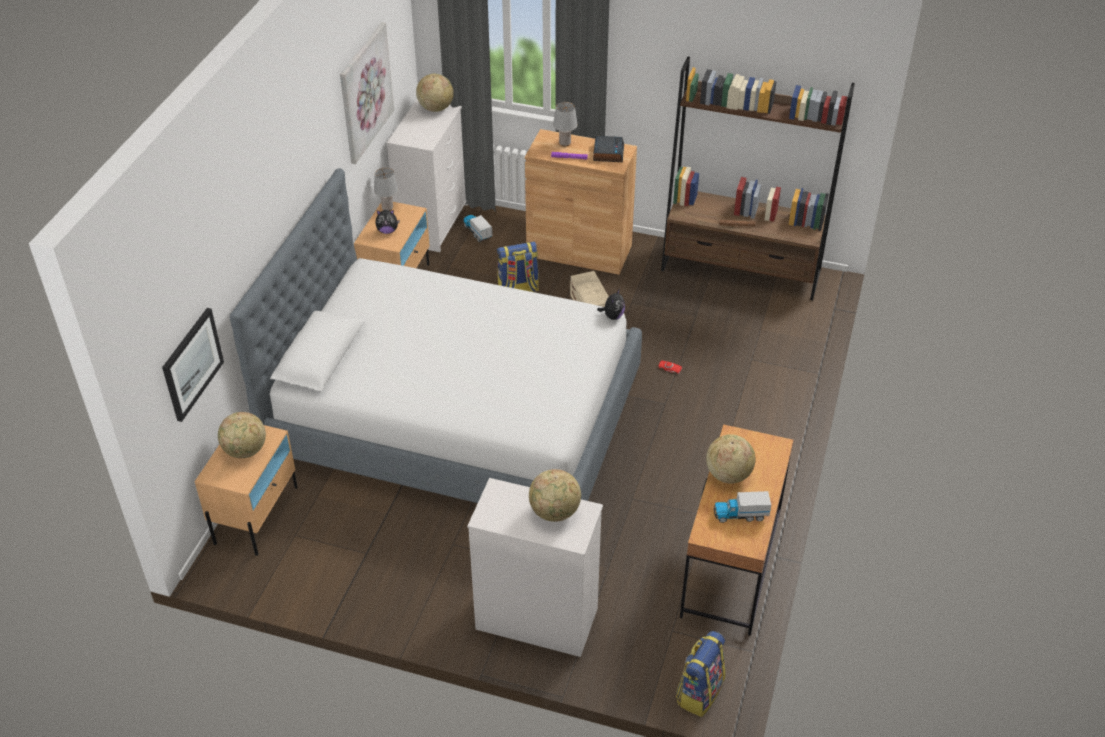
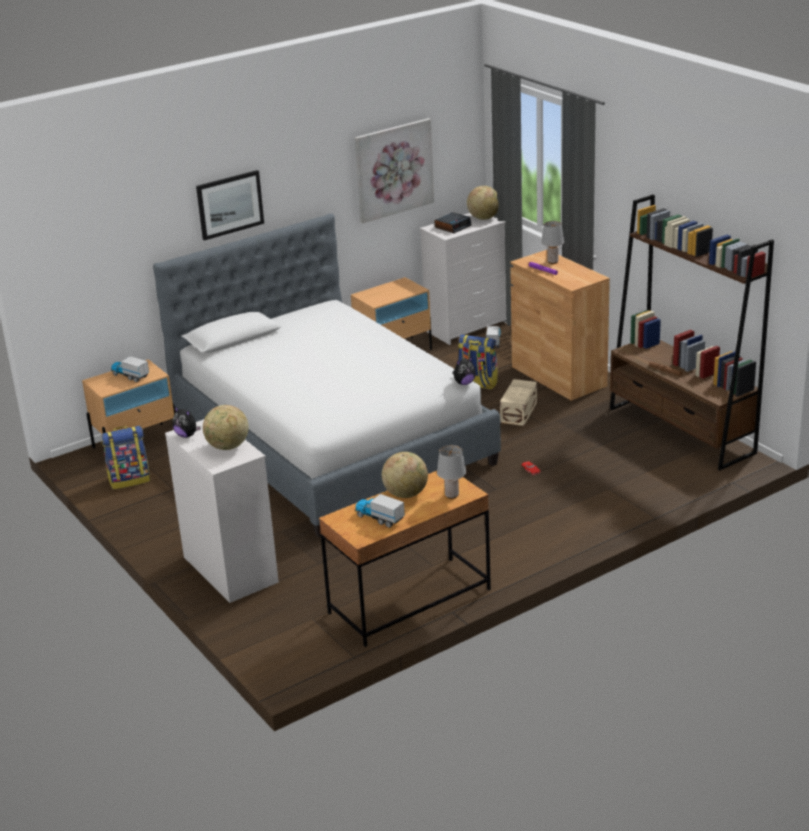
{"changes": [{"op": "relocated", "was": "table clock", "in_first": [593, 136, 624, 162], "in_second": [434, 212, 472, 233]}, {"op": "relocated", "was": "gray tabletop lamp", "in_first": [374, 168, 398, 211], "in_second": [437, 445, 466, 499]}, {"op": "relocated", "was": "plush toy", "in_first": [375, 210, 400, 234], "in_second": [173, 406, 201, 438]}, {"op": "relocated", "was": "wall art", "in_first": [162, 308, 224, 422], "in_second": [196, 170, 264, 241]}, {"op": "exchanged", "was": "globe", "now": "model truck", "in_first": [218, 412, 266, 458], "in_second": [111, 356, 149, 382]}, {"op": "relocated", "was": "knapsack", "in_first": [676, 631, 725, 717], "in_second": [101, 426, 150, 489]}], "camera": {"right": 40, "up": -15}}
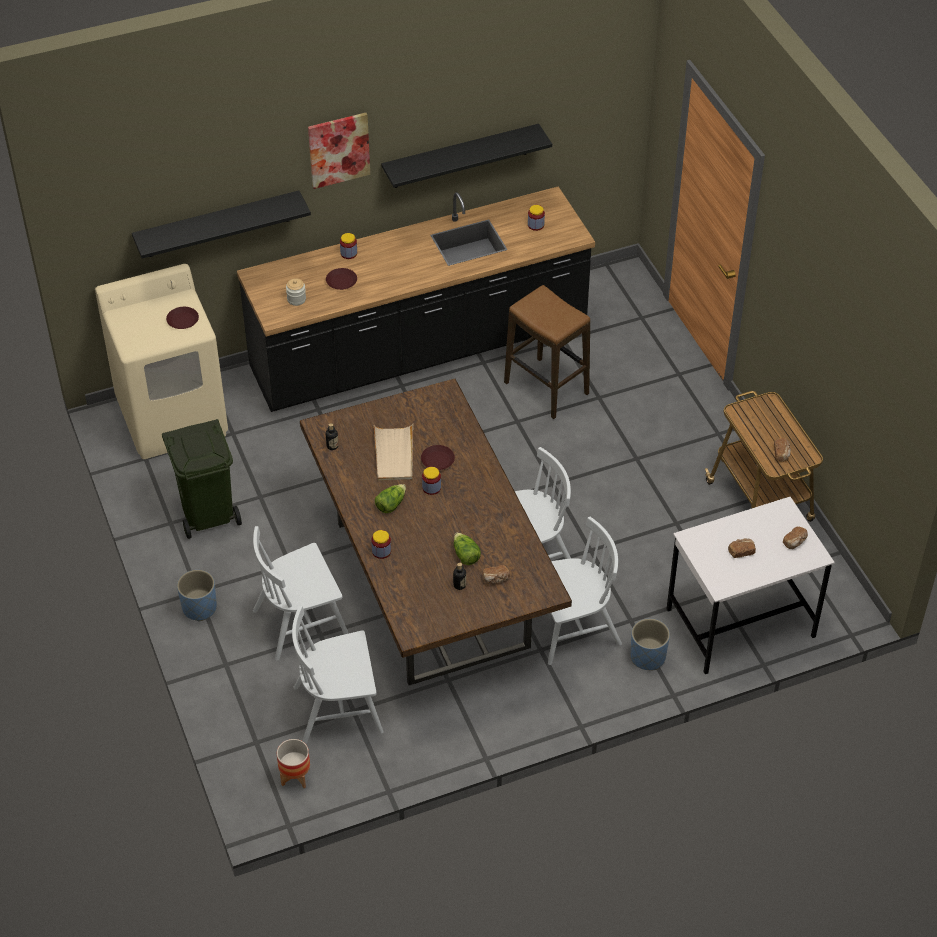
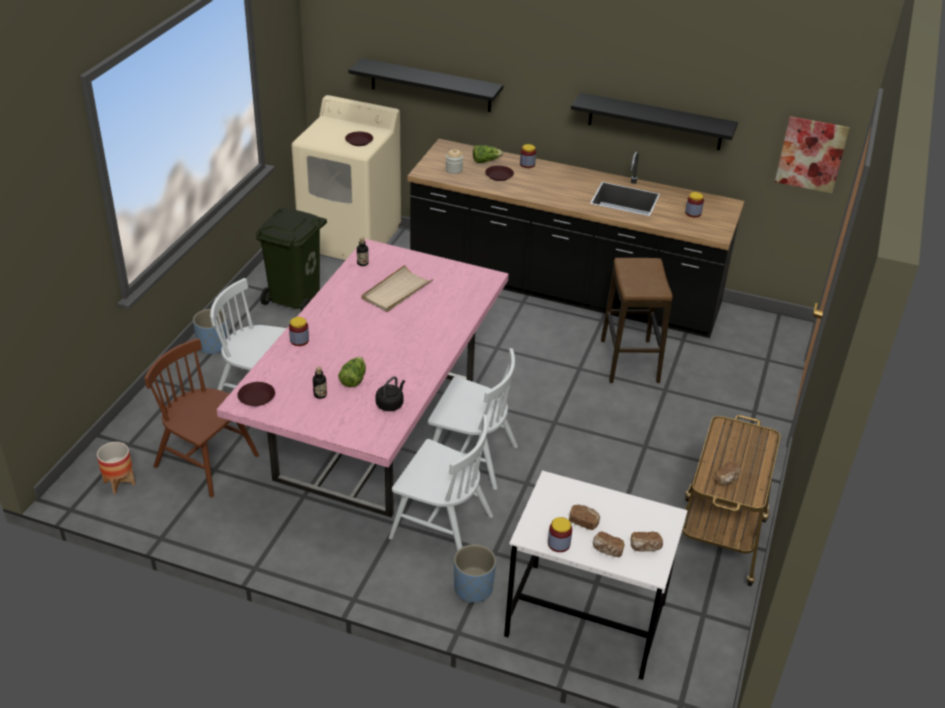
{"changes": [{"op": "relocated", "was": "wall art", "in_first": [308, 113, 370, 189], "in_second": [775, 116, 850, 193]}, {"op": "colour", "was": "brown kitchen table", "now": "pink kitchen table", "in_first": [300, 379, 572, 685], "in_second": [217, 239, 509, 517]}, {"op": "relocated", "was": "brown dinner plate", "in_first": [421, 445, 455, 470], "in_second": [238, 382, 275, 406]}, {"op": "relocated", "was": "storage jar", "in_first": [422, 467, 441, 495], "in_second": [548, 517, 572, 552]}, {"op": "relocated", "was": "head of lettuce", "in_first": [375, 484, 406, 513], "in_second": [473, 145, 503, 163]}, {"op": "relocated", "was": "bakery bread", "in_first": [483, 565, 510, 584], "in_second": [593, 531, 625, 557]}, {"op": "colour", "was": "white-coloured chair", "now": "brown chair", "in_first": [292, 606, 383, 744], "in_second": [144, 338, 259, 498]}, {"op": "appeared", "now": "black kettle", "in_second": [375, 376, 405, 411]}], "camera": {"right": 40, "up": -10}}
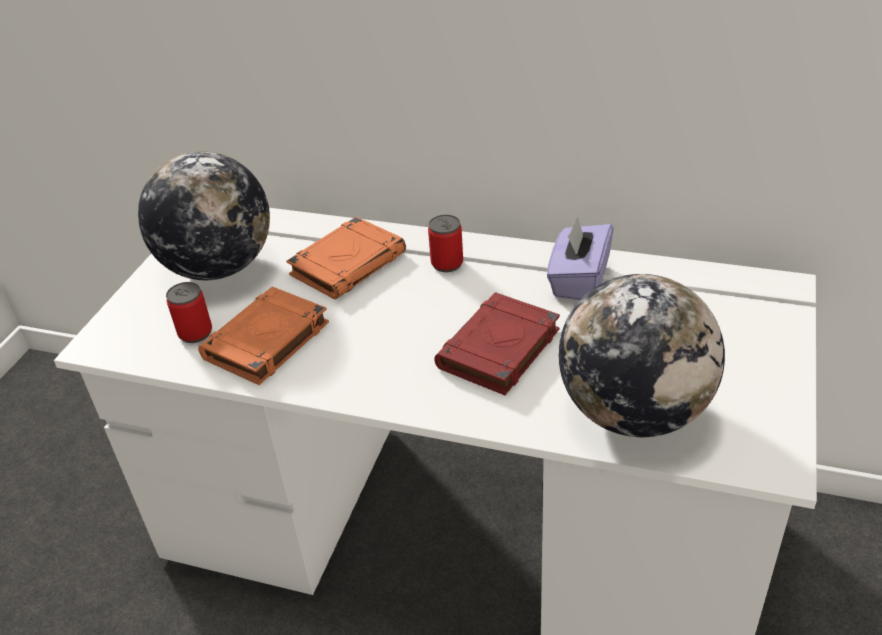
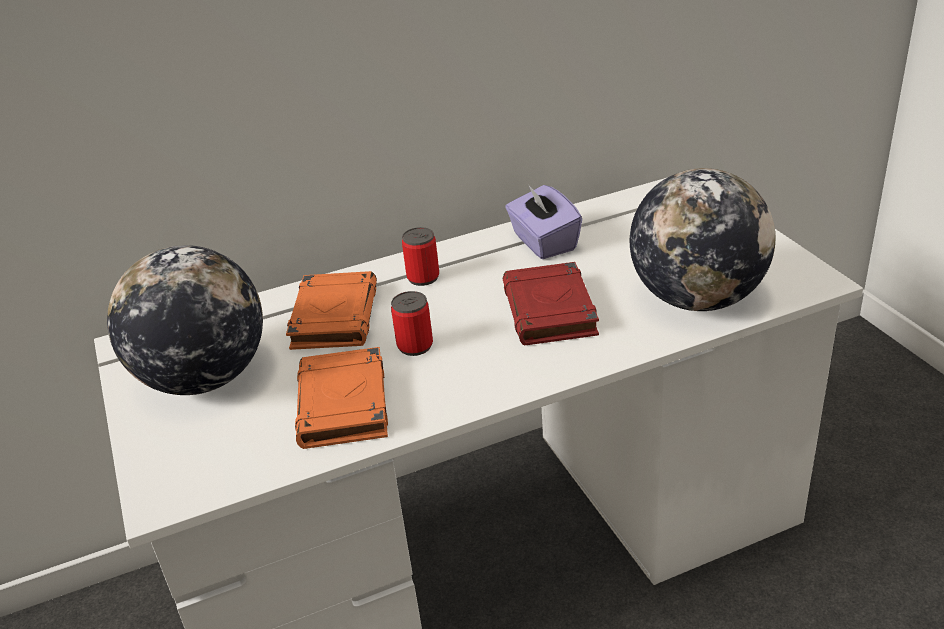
{"changes": [{"op": "relocated", "was": "metal can", "in_first": [166, 282, 212, 343], "in_second": [391, 291, 433, 356]}], "camera": {"right": -40, "up": -5}}
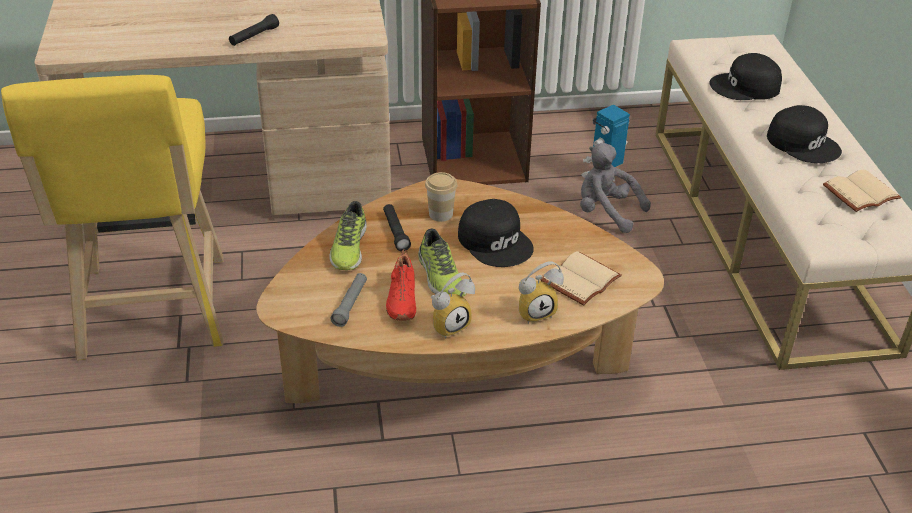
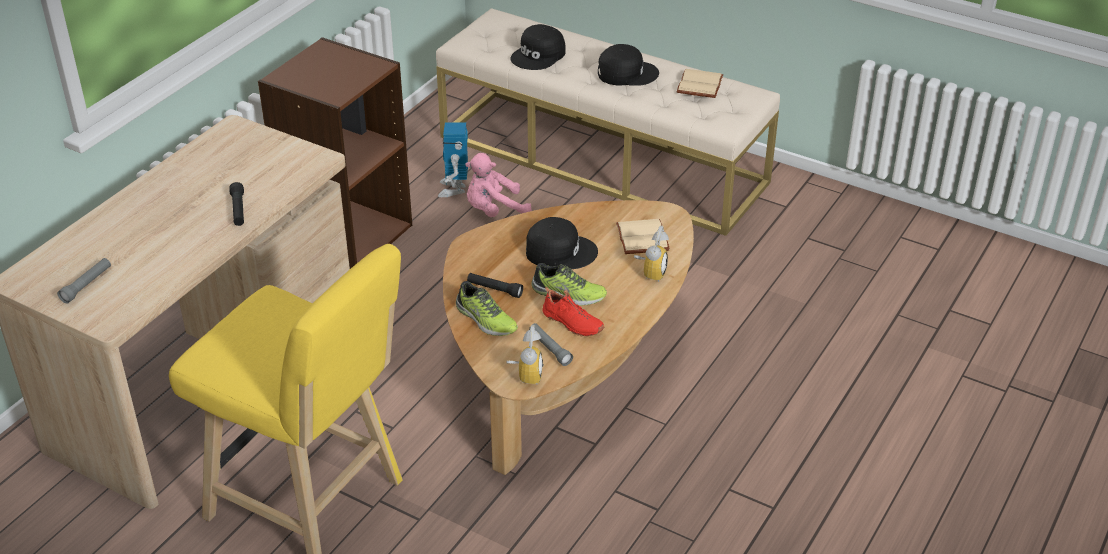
{"changes": [{"op": "colour", "was": "gray plush toy", "now": "pink plush toy", "in_first": [580, 143, 651, 233], "in_second": [465, 153, 532, 217]}, {"op": "missing", "was": "small cup", "in_first": [425, 172, 457, 222]}, {"op": "relocated", "was": "table clock", "in_first": [431, 273, 475, 338], "in_second": [506, 325, 543, 384]}, {"op": "appeared", "now": "gray torch", "in_second": [57, 258, 111, 303]}], "camera": {"right": -50, "up": 0}}
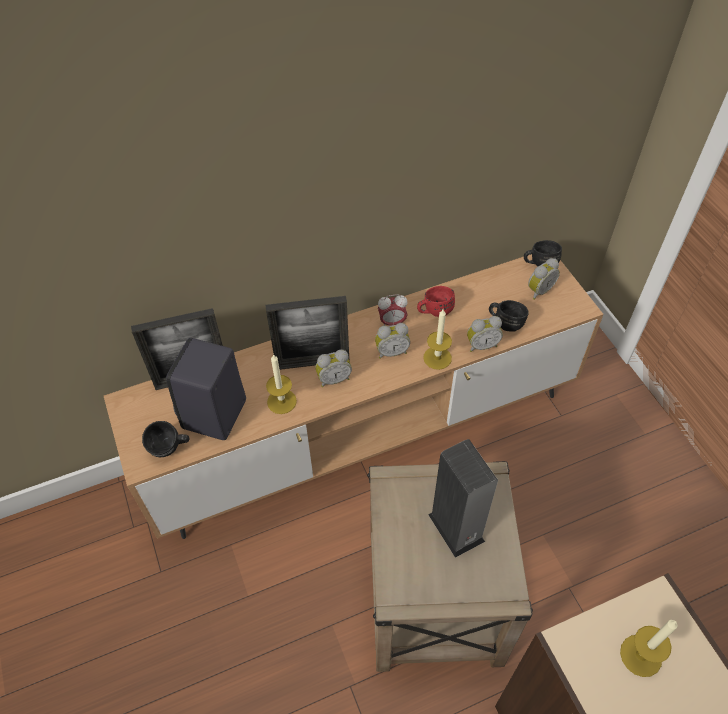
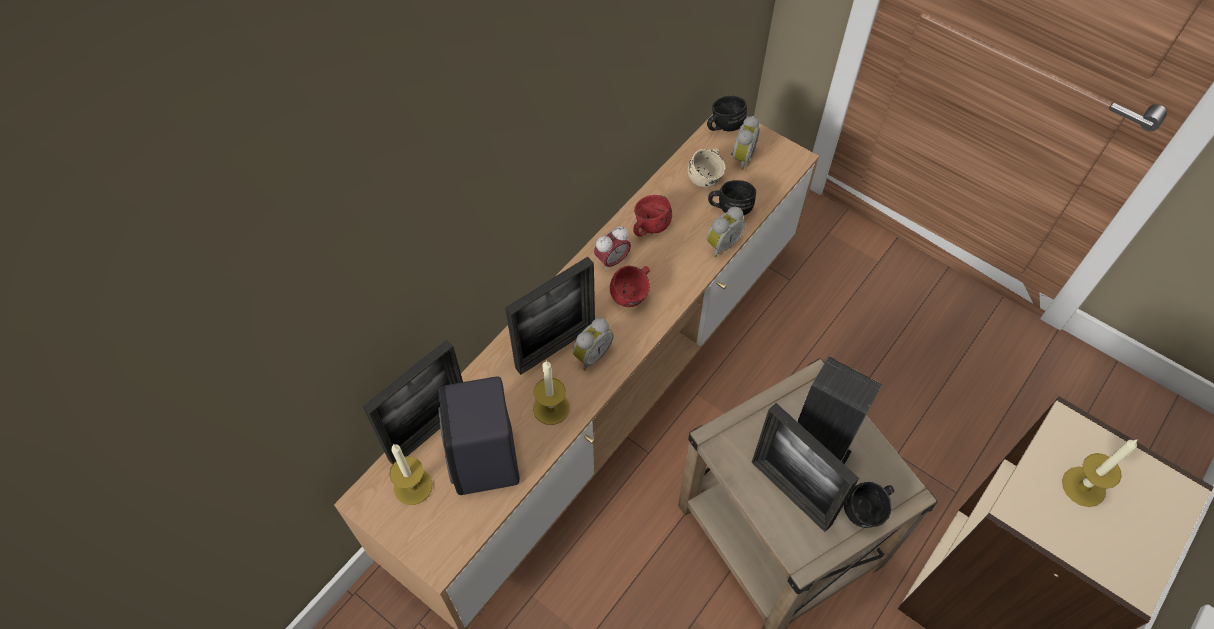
{"changes": [{"op": "relocated", "was": "wax candle", "in_first": [423, 309, 452, 370], "in_second": [389, 444, 433, 505]}, {"op": "exchanged", "was": "table clock", "now": "red-coloured tea mug", "in_first": [375, 323, 410, 359], "in_second": [610, 266, 650, 307]}, {"op": "relocated", "was": "black tea mug", "in_first": [142, 421, 189, 457], "in_second": [844, 482, 894, 528]}, {"op": "appeared", "now": "beige tea mug", "in_second": [687, 148, 725, 188]}, {"op": "appeared", "now": "standing frame", "in_second": [752, 403, 859, 532]}], "camera": {"right": -30, "up": 5}}
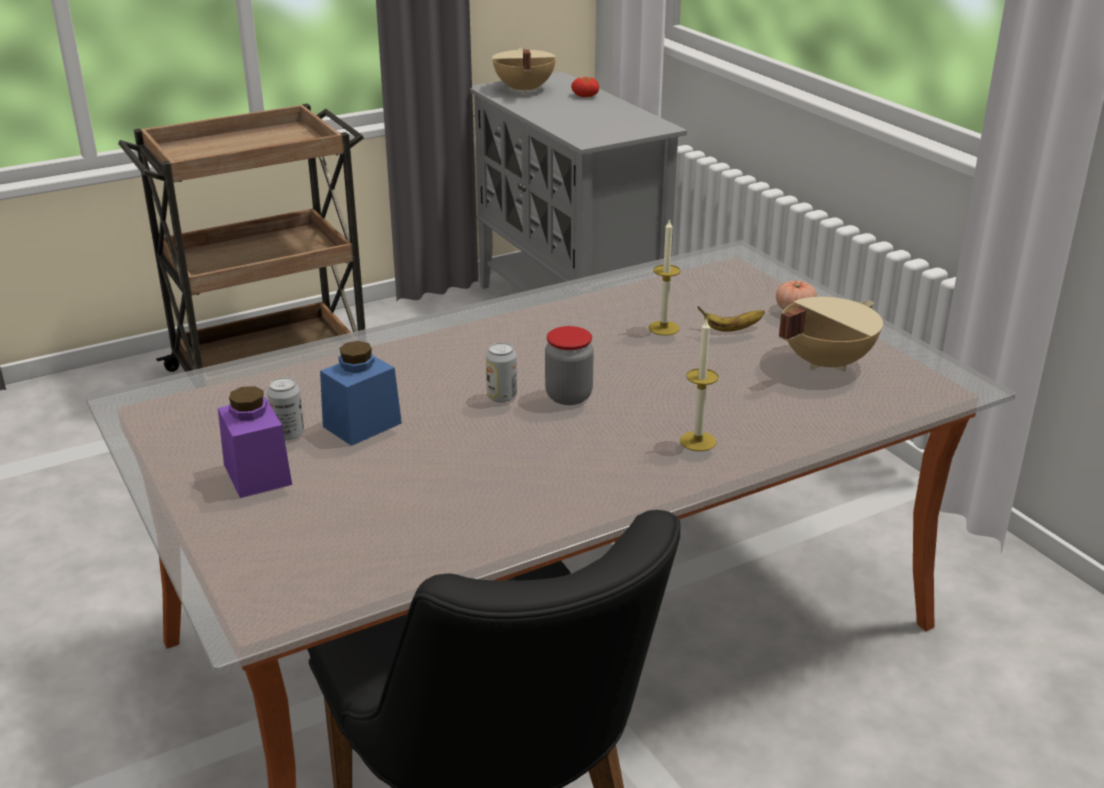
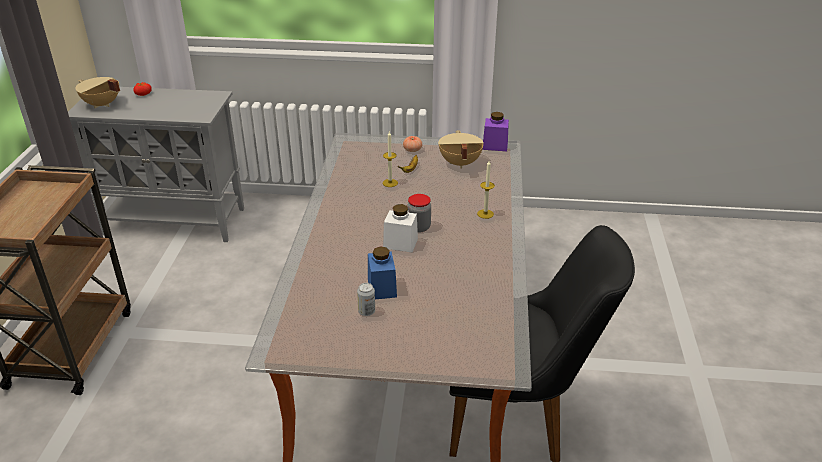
{"changes": [{"op": "exchanged", "was": "metal can", "now": "white-coloured storage jar", "in_first": [486, 342, 517, 403], "in_second": [383, 204, 418, 253]}, {"op": "relocated", "was": "purple-coloured storage jar", "in_first": [218, 386, 292, 498], "in_second": [482, 112, 509, 151]}], "camera": {"right": -55, "up": 5}}
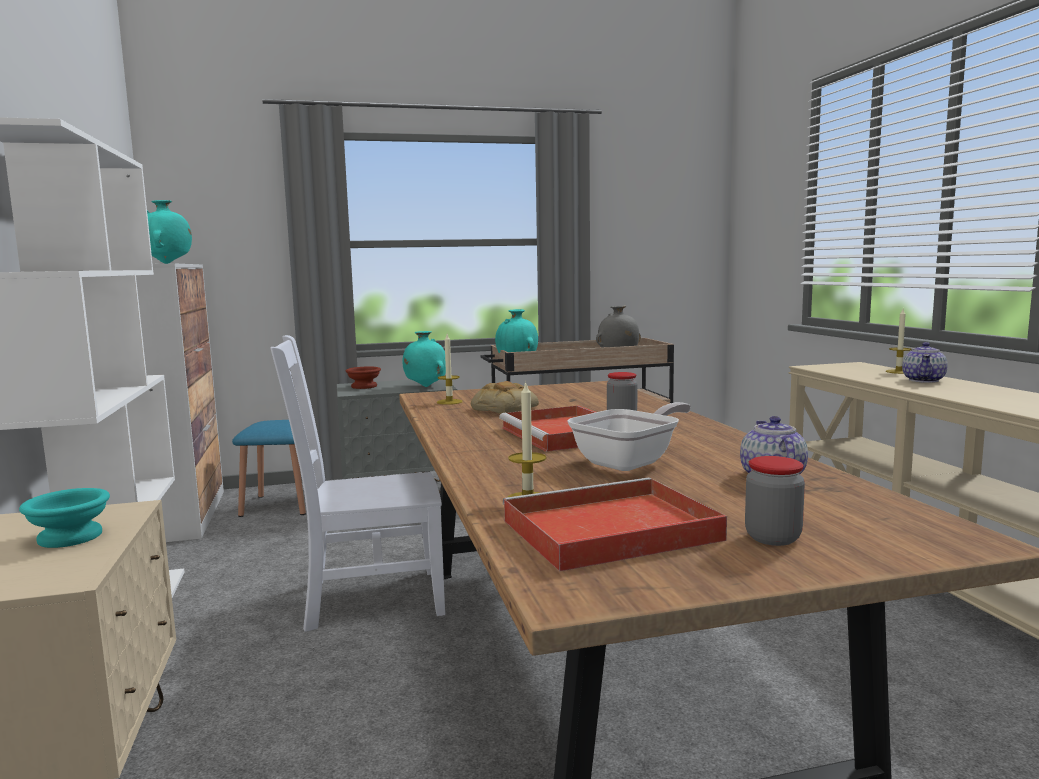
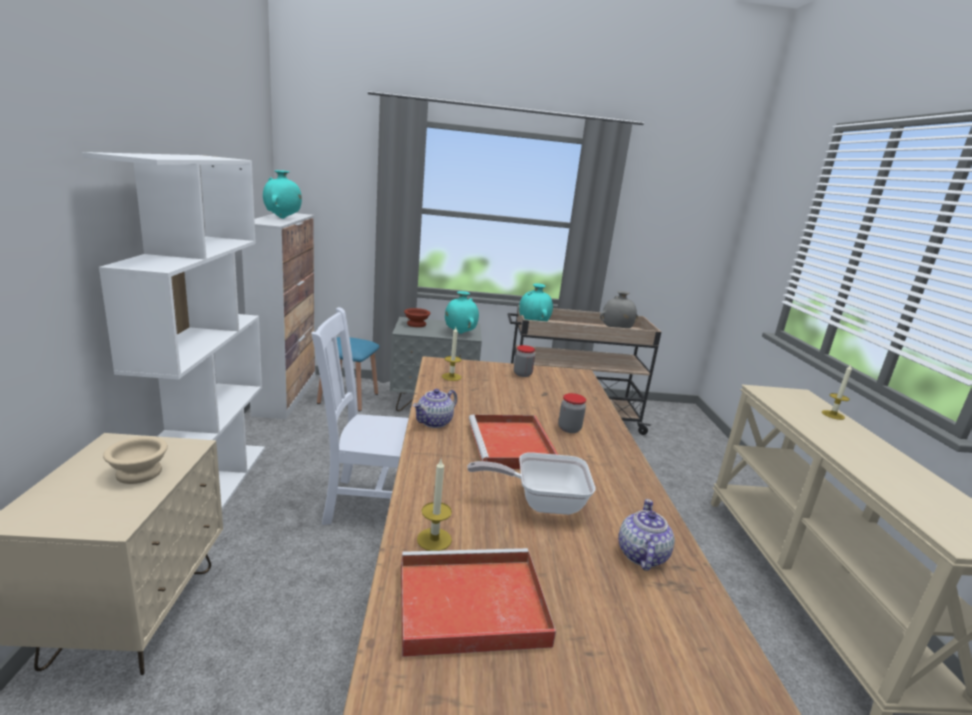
{"changes": [{"op": "relocated", "was": "pot for tea", "in_first": [902, 342, 948, 383], "in_second": [413, 389, 457, 428]}, {"op": "missing", "was": "bakery bread", "in_first": [471, 381, 539, 414]}, {"op": "spun", "was": "frying pan", "in_first": [567, 402, 691, 471], "in_second": [467, 452, 595, 515], "clockwise": -150}, {"op": "relocated", "was": "storage jar", "in_first": [745, 456, 805, 546], "in_second": [514, 345, 535, 377]}, {"op": "colour", "was": "turquoise-coloured serving bowl", "now": "beige serving bowl", "in_first": [19, 488, 110, 548], "in_second": [103, 436, 168, 484]}], "camera": {"right": 10, "up": 10}}
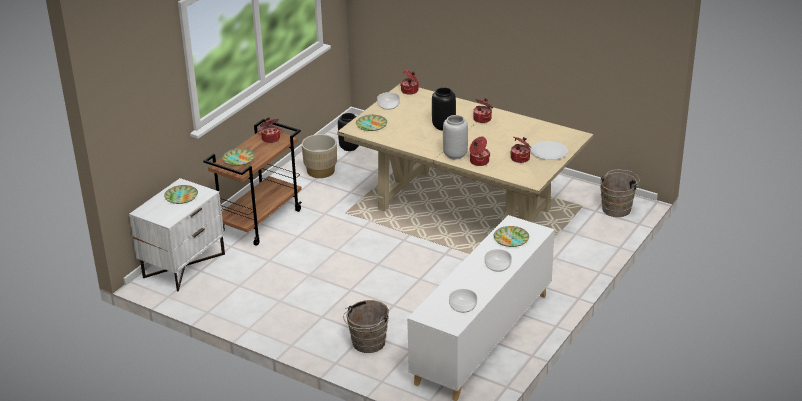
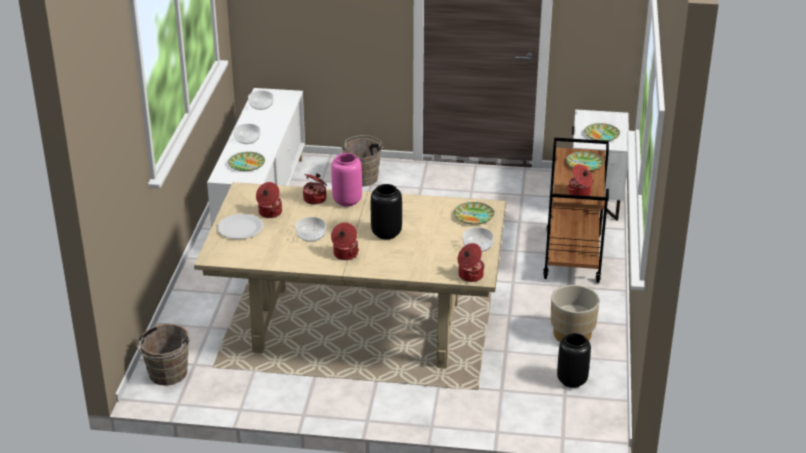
{"changes": [{"op": "colour", "was": "gray decorative vase", "now": "pink decorative vase", "in_first": [443, 115, 468, 160], "in_second": [331, 153, 362, 207]}, {"op": "appeared", "now": "serving bowl", "in_second": [295, 217, 326, 242]}], "camera": {"right": 155, "up": 0}}
